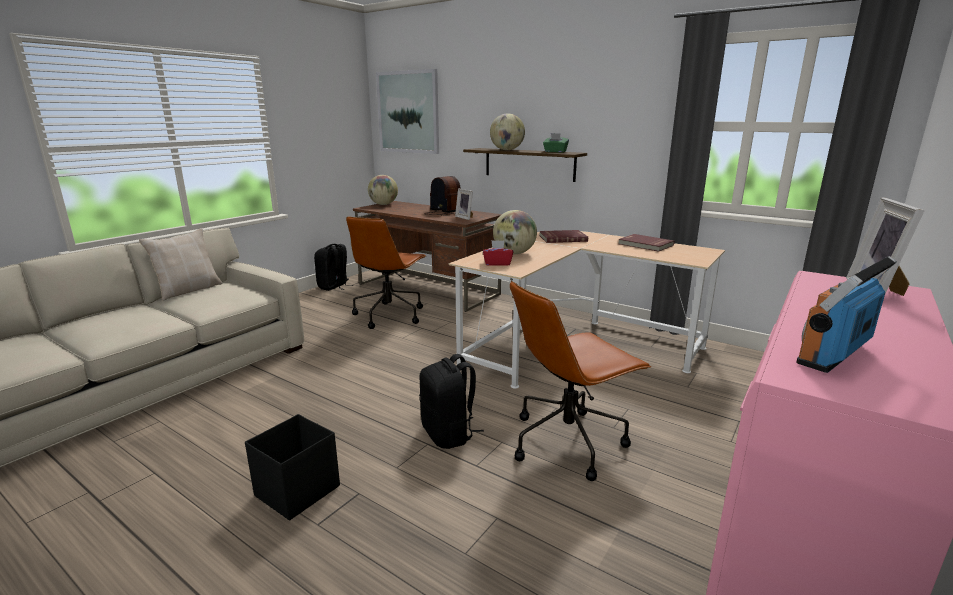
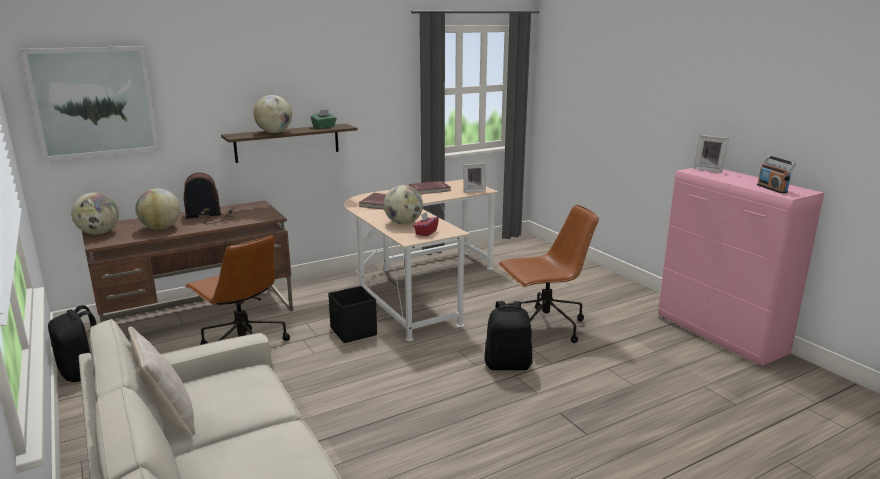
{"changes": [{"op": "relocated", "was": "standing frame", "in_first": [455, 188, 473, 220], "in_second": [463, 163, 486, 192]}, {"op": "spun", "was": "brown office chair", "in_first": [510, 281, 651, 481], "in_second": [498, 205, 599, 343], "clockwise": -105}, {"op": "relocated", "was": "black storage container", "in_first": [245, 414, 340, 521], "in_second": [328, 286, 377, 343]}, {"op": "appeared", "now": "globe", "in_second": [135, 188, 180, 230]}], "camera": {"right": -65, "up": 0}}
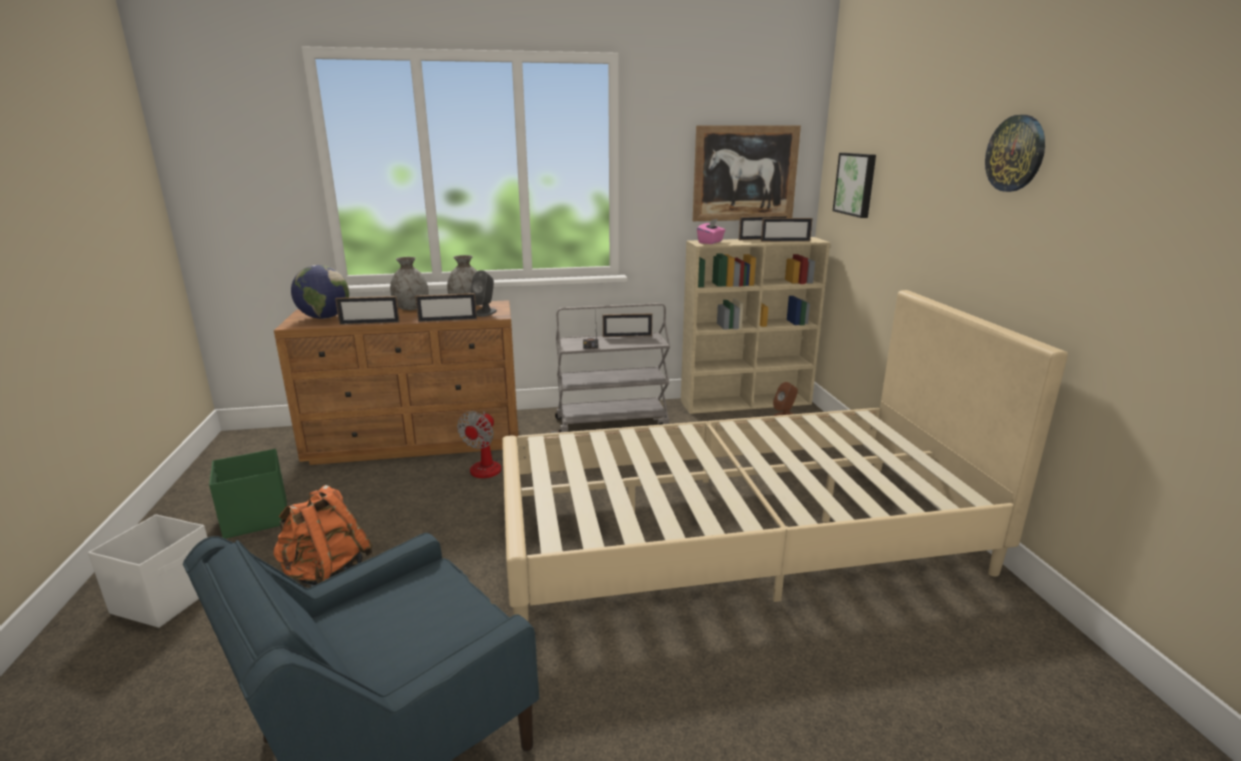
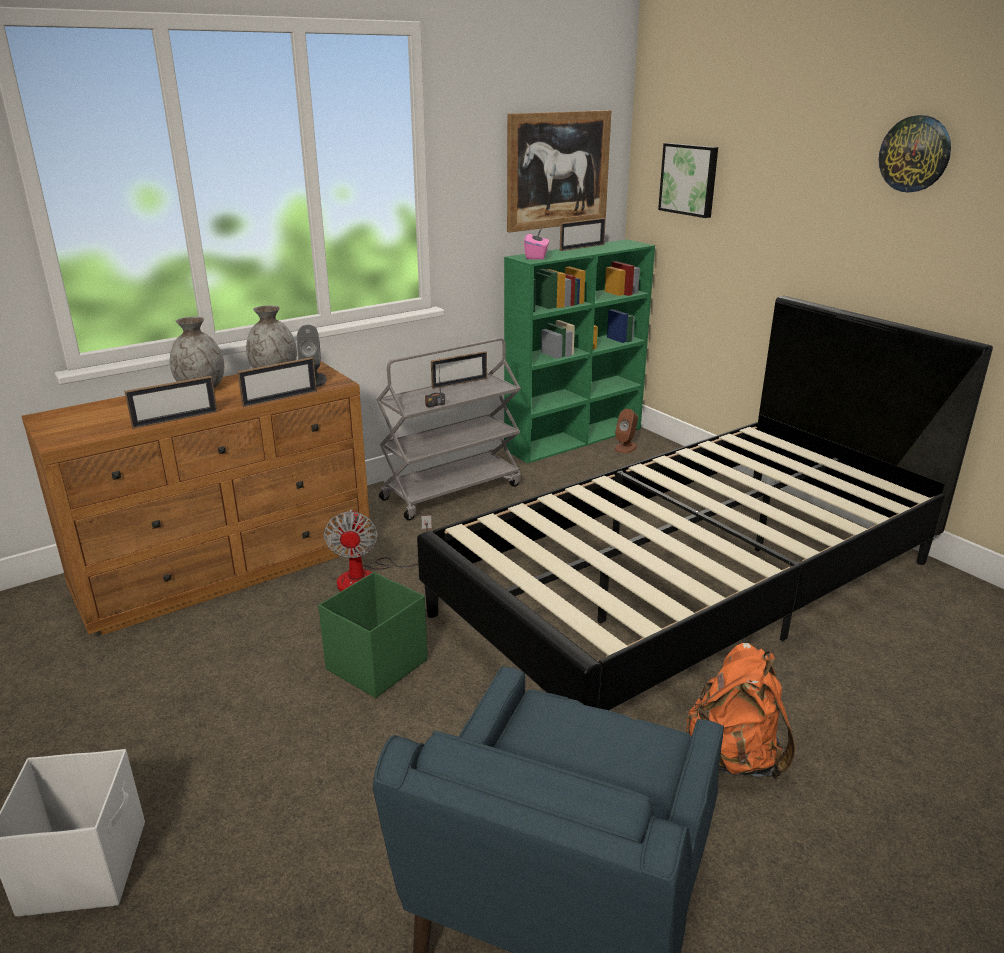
{"changes": [{"op": "missing", "was": "standing frame", "in_first": [761, 218, 813, 242]}, {"op": "colour", "was": "beige bookcase", "now": "green bookcase", "in_first": [681, 237, 830, 414], "in_second": [504, 239, 655, 464]}, {"op": "missing", "was": "globe", "in_first": [291, 265, 349, 319]}, {"op": "colour", "was": "beige bed", "now": "black bed", "in_first": [502, 290, 1068, 622], "in_second": [417, 296, 993, 710]}, {"op": "relocated", "was": "green storage container", "in_first": [209, 449, 287, 539], "in_second": [318, 572, 428, 698]}, {"op": "relocated", "was": "orange knapsack", "in_first": [273, 485, 372, 586], "in_second": [686, 643, 795, 779]}], "camera": {"right": -25, "up": 5}}
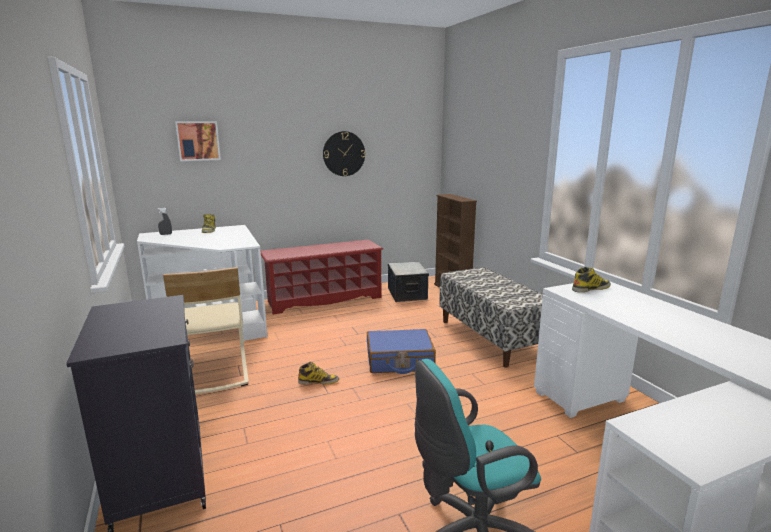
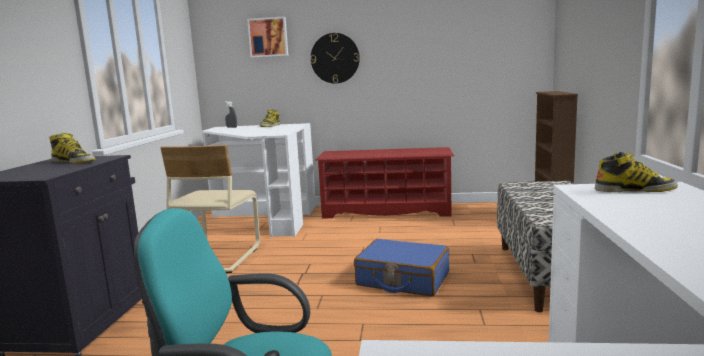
{"changes": [{"op": "relocated", "was": "hanging clock", "in_first": [323, 131, 365, 176], "in_second": [311, 33, 360, 84]}, {"op": "missing", "was": "storage container", "in_first": [388, 262, 429, 302]}, {"op": "relocated", "was": "high-top boot", "in_first": [298, 362, 339, 385], "in_second": [49, 133, 95, 164]}], "camera": {"right": 30, "up": -5}}
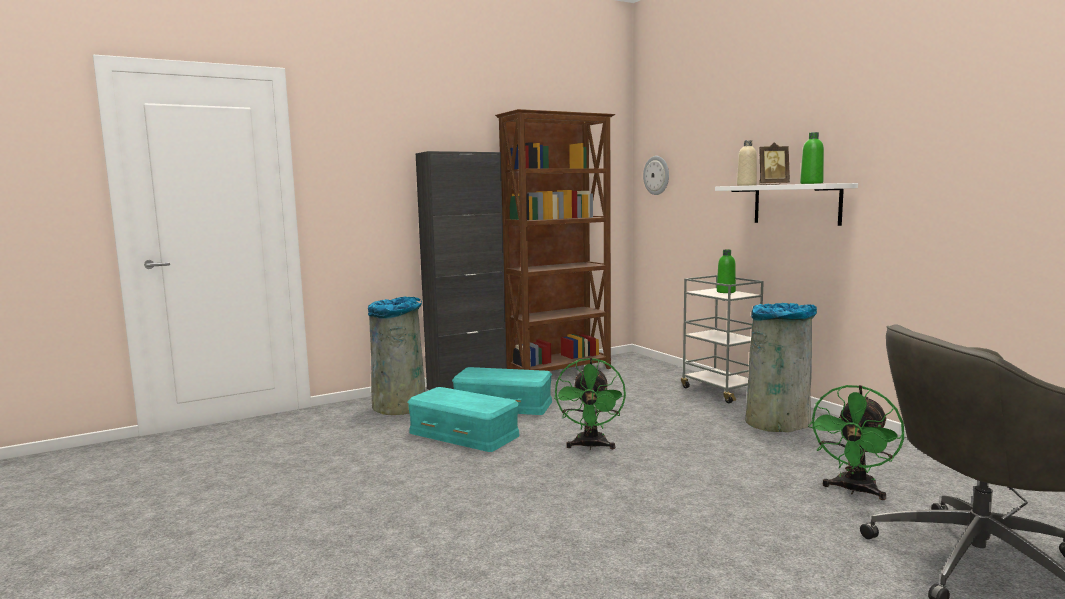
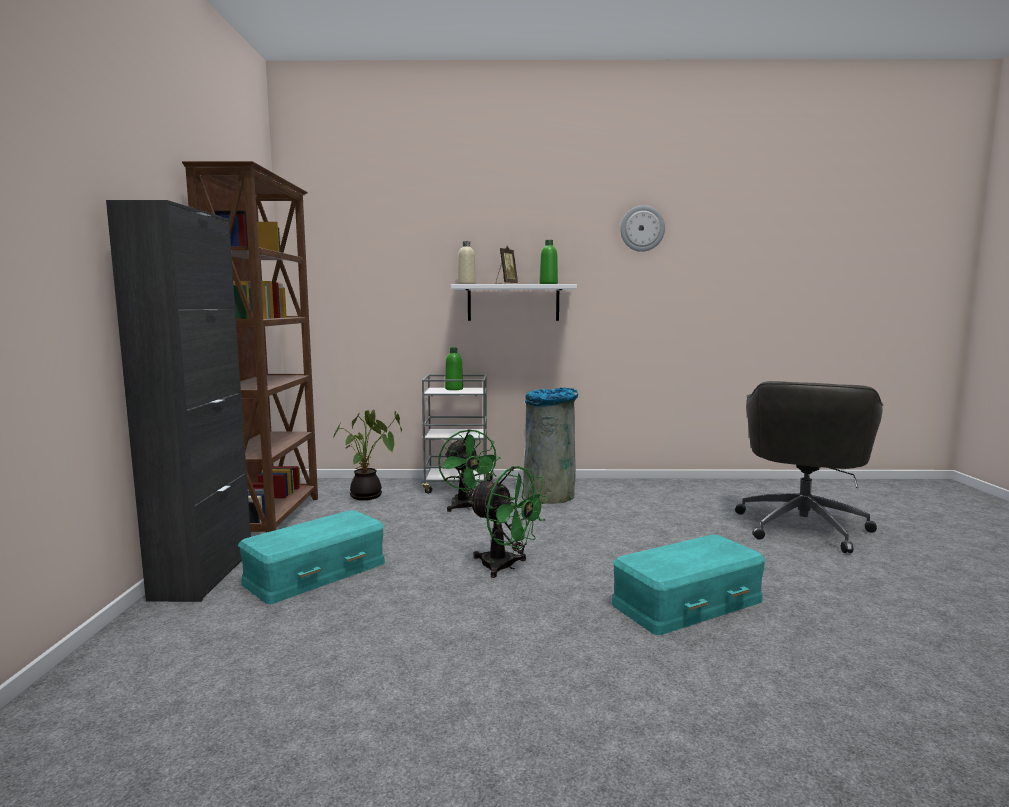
{"changes": [{"op": "relocated", "was": "hanging clock", "in_first": [643, 156, 669, 195], "in_second": [620, 205, 665, 252]}, {"op": "missing", "was": "gray trash can", "in_first": [368, 297, 425, 415]}, {"op": "relocated", "was": "green cooling fan", "in_first": [808, 385, 904, 500], "in_second": [438, 429, 501, 512]}, {"op": "relocated", "was": "turquoise-coloured storage container", "in_first": [408, 387, 520, 452], "in_second": [612, 535, 766, 635]}, {"op": "appeared", "now": "plant in a pot", "in_second": [332, 410, 402, 500]}], "camera": {"right": -60, "up": 0}}
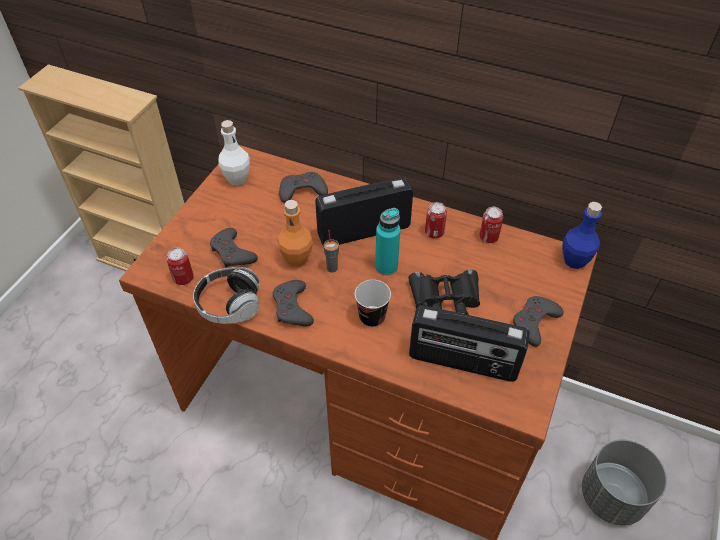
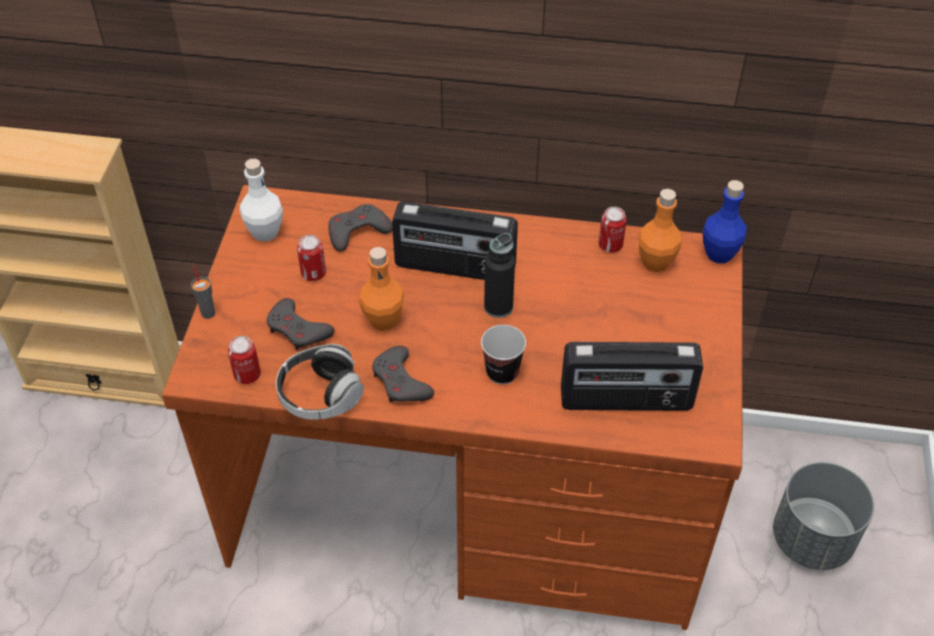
{"changes": [{"op": "spun", "was": "radio", "in_first": [315, 177, 413, 247], "in_second": [392, 202, 518, 280], "clockwise": -135}, {"op": "relocated", "was": "metal can", "in_first": [425, 202, 447, 239], "in_second": [297, 235, 326, 281]}, {"op": "colour", "was": "turquoise-coloured beverage bottle", "now": "black beverage bottle", "in_first": [375, 208, 400, 275], "in_second": [484, 233, 515, 318]}, {"op": "relocated", "was": "gray small cup", "in_first": [323, 230, 339, 273], "in_second": [191, 266, 215, 319]}, {"op": "missing", "was": "black pair of binoculars", "in_first": [408, 270, 480, 315]}, {"op": "missing", "was": "gray gamepad", "in_first": [513, 296, 564, 347]}, {"op": "appeared", "now": "orange beverage bottle", "in_second": [639, 189, 681, 272]}], "camera": {"right": -15, "up": 0}}
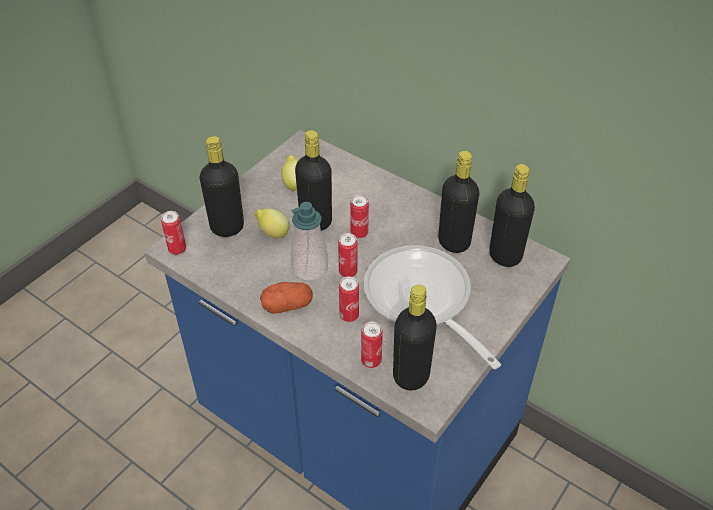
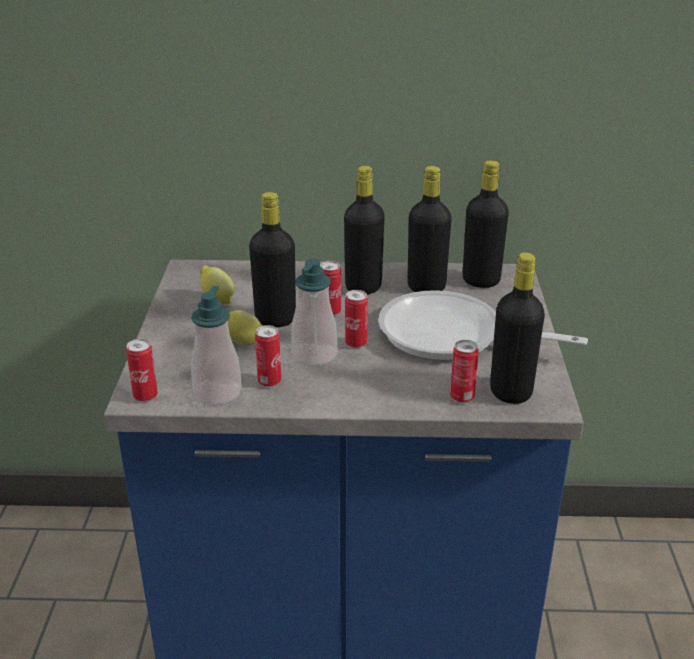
{"changes": [{"op": "relocated", "was": "black beverage bottle", "in_first": [200, 136, 244, 237], "in_second": [344, 166, 385, 294]}, {"op": "relocated", "was": "metal can", "in_first": [339, 276, 359, 322], "in_second": [255, 325, 281, 387]}, {"op": "missing", "was": "whole potato", "in_first": [260, 282, 313, 314]}, {"op": "appeared", "now": "soap dispenser", "in_second": [191, 286, 242, 406]}], "camera": {"right": -35, "up": -15}}
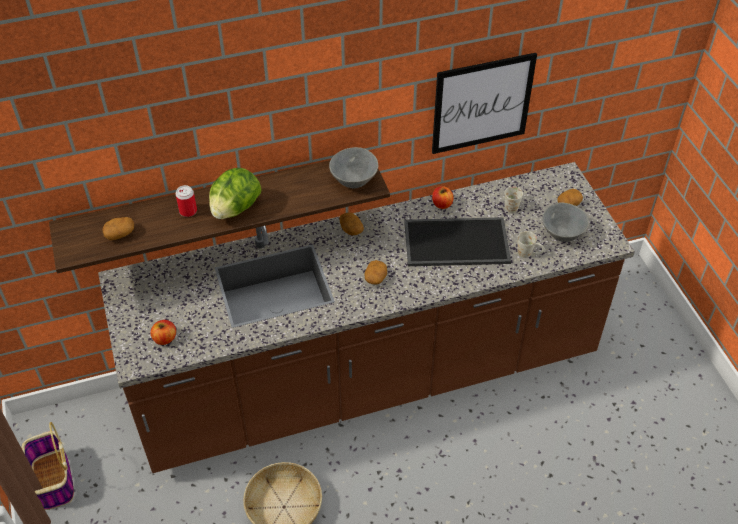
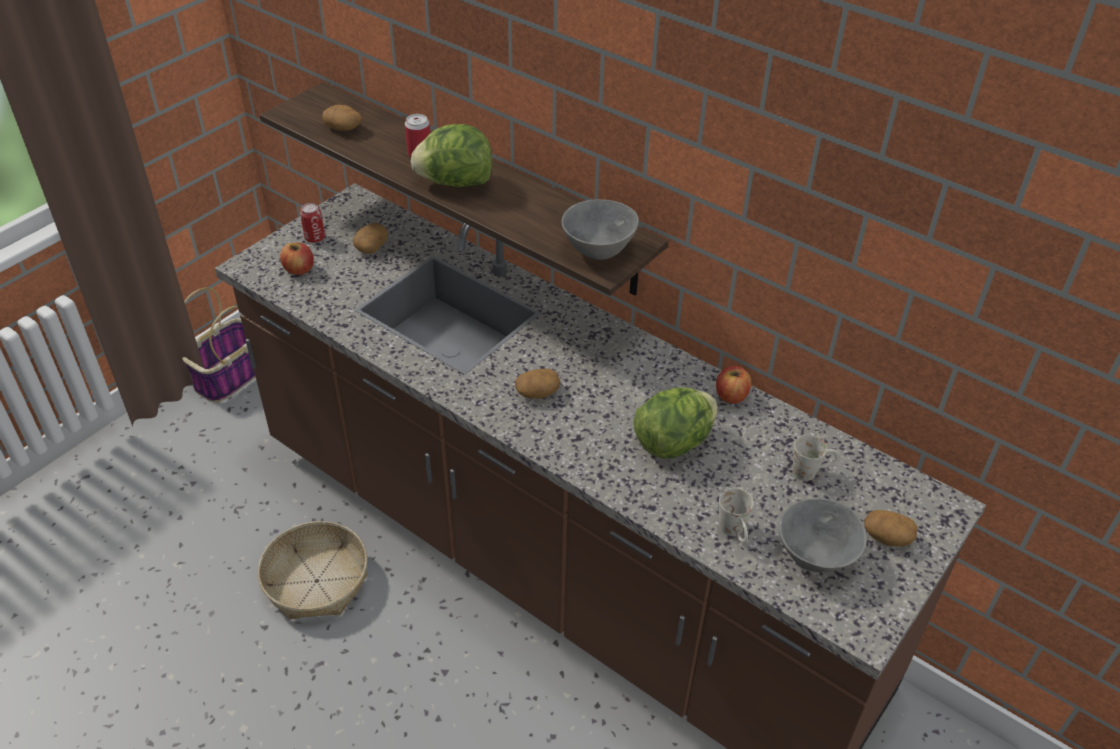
{"changes": [{"op": "missing", "was": "wall art", "in_first": [432, 53, 537, 154]}, {"op": "relocated", "was": "whole potato", "in_first": [339, 213, 364, 235], "in_second": [353, 223, 388, 254]}, {"op": "exchanged", "was": "tray", "now": "head of lettuce", "in_first": [404, 217, 511, 266], "in_second": [633, 387, 718, 459]}, {"op": "appeared", "now": "metal can", "in_second": [300, 203, 325, 243]}], "camera": {"right": 55, "up": -5}}
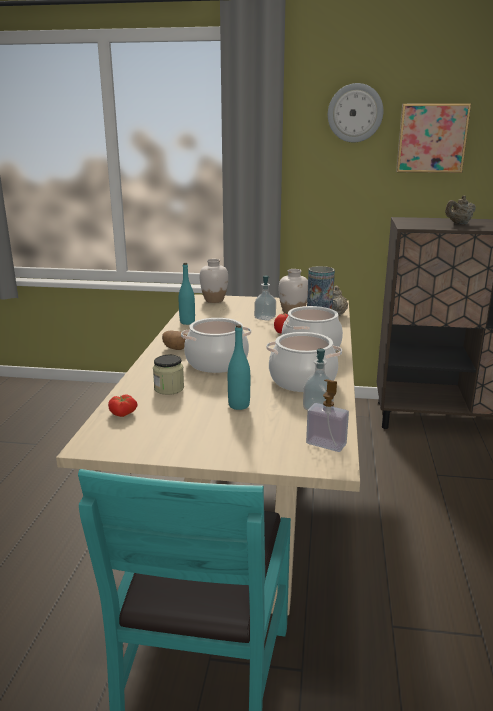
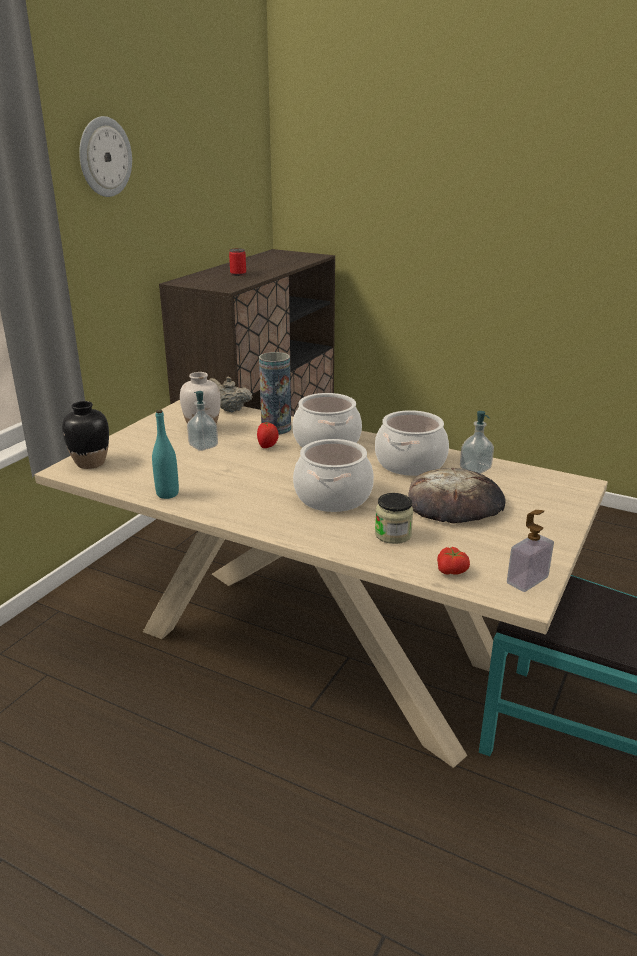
{"changes": [{"op": "missing", "was": "wall art", "in_first": [396, 103, 471, 173]}, {"op": "exchanged", "was": "beige pot for tea", "now": "metal can", "in_first": [445, 195, 476, 224], "in_second": [229, 248, 246, 276]}, {"op": "colour", "was": "white-coloured decorative vase", "now": "black decorative vase", "in_first": [200, 259, 228, 303], "in_second": [62, 401, 109, 469]}, {"op": "exchanged", "was": "turquoise-coloured beverage bottle", "now": "bakery bread", "in_first": [228, 324, 250, 410], "in_second": [409, 468, 506, 523]}, {"op": "missing", "was": "whole potato", "in_first": [162, 330, 187, 350]}, {"op": "relocated", "was": "soap dispenser", "in_first": [306, 379, 349, 452], "in_second": [507, 510, 554, 592]}], "camera": {"right": -70, "up": 5}}
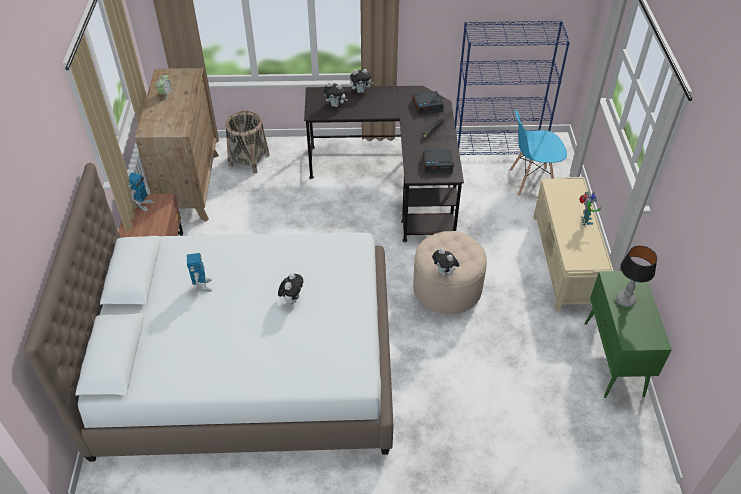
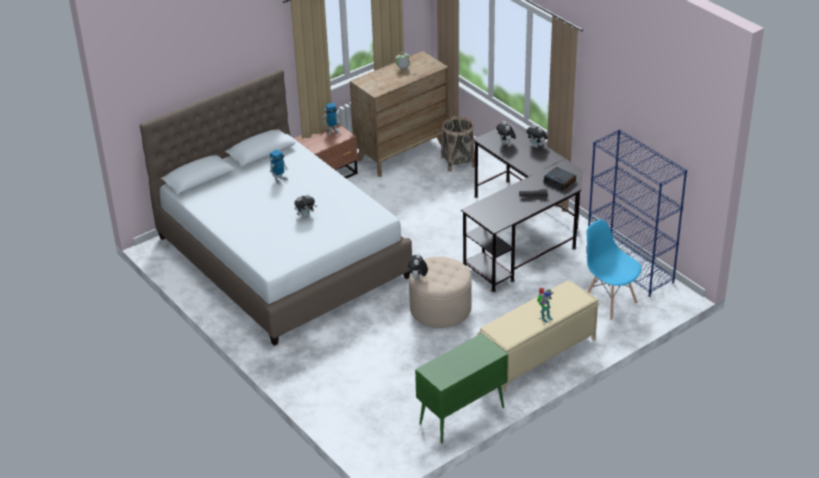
{"changes": [{"op": "missing", "was": "table clock", "in_first": [423, 150, 454, 174]}, {"op": "missing", "was": "tabletop lamp", "in_first": [616, 245, 657, 307]}], "camera": {"right": 55, "up": -10}}
